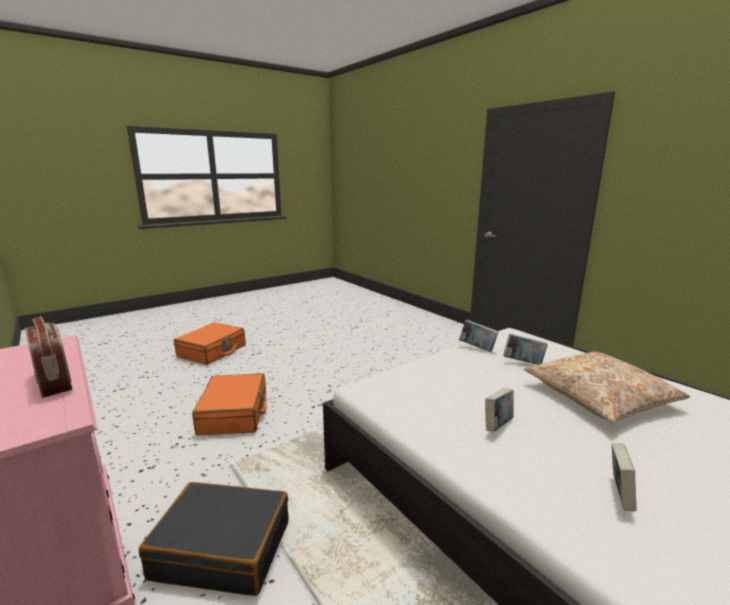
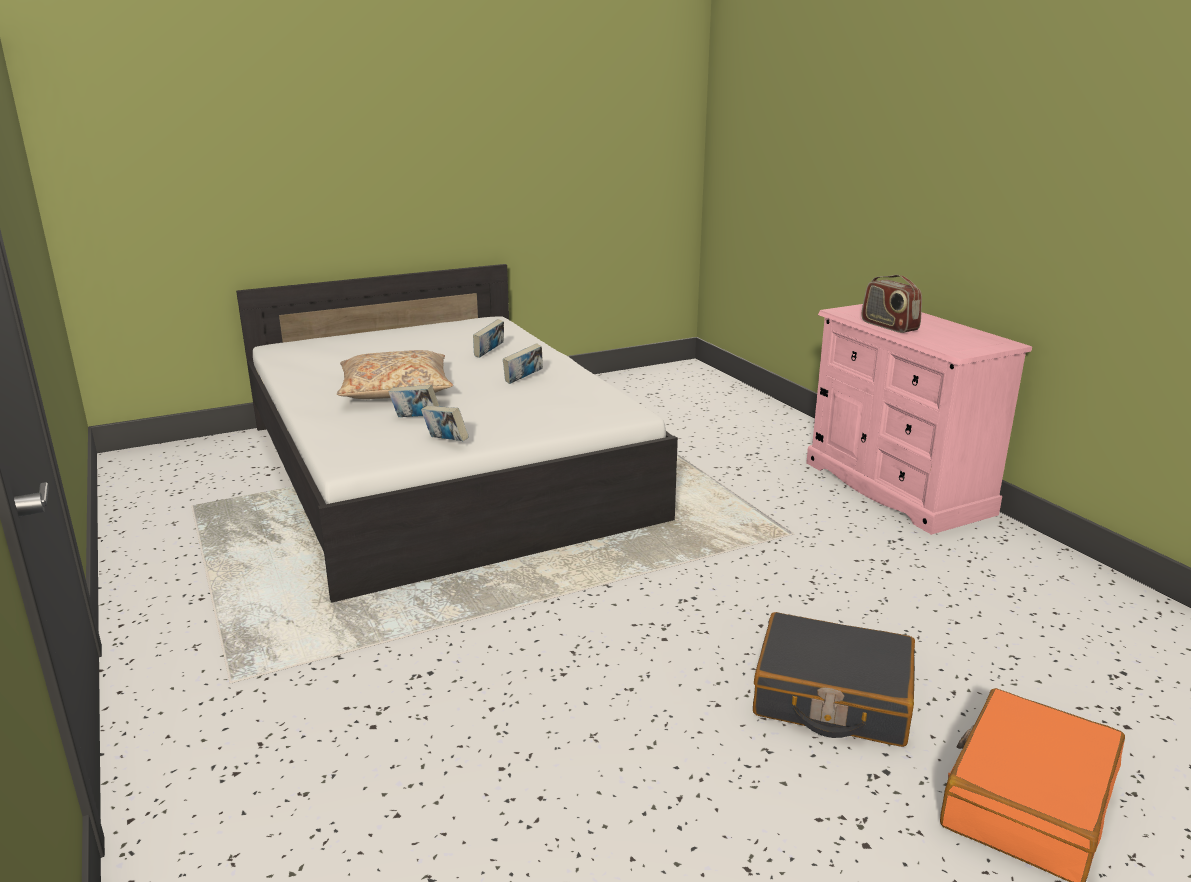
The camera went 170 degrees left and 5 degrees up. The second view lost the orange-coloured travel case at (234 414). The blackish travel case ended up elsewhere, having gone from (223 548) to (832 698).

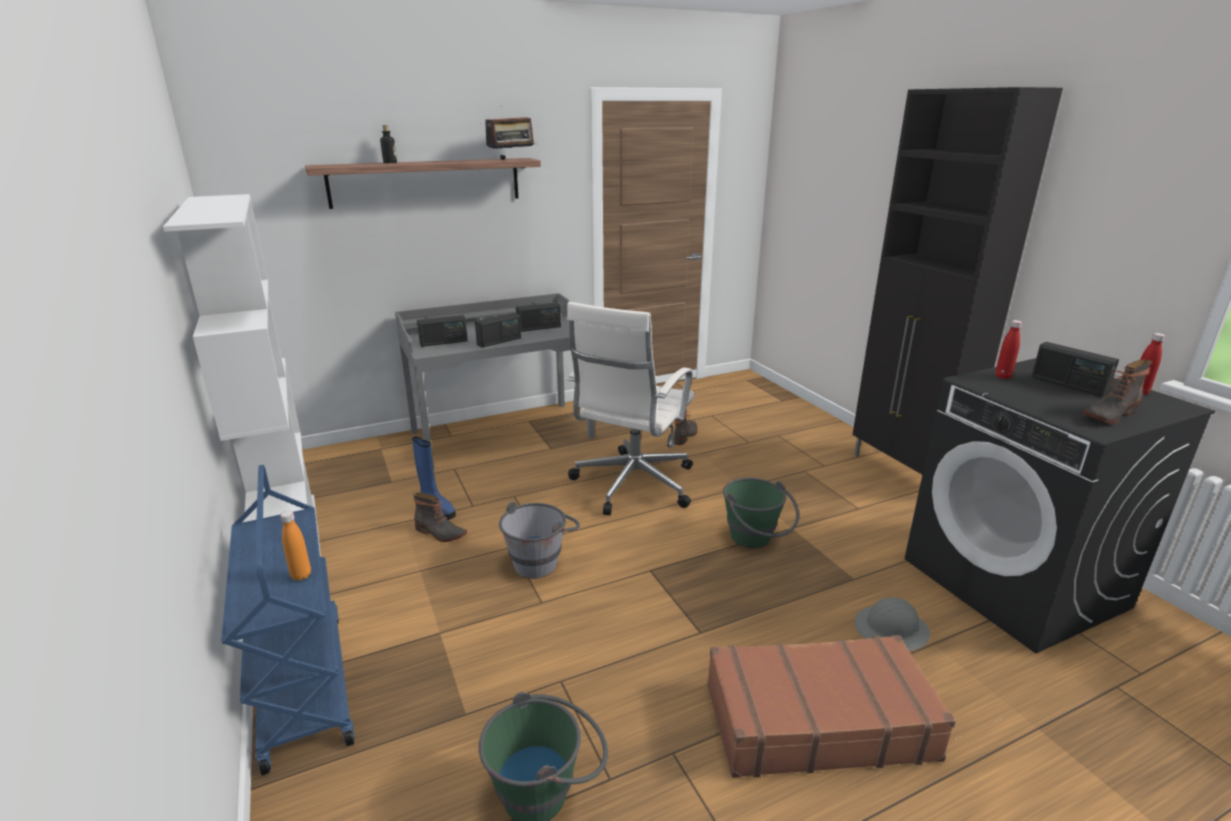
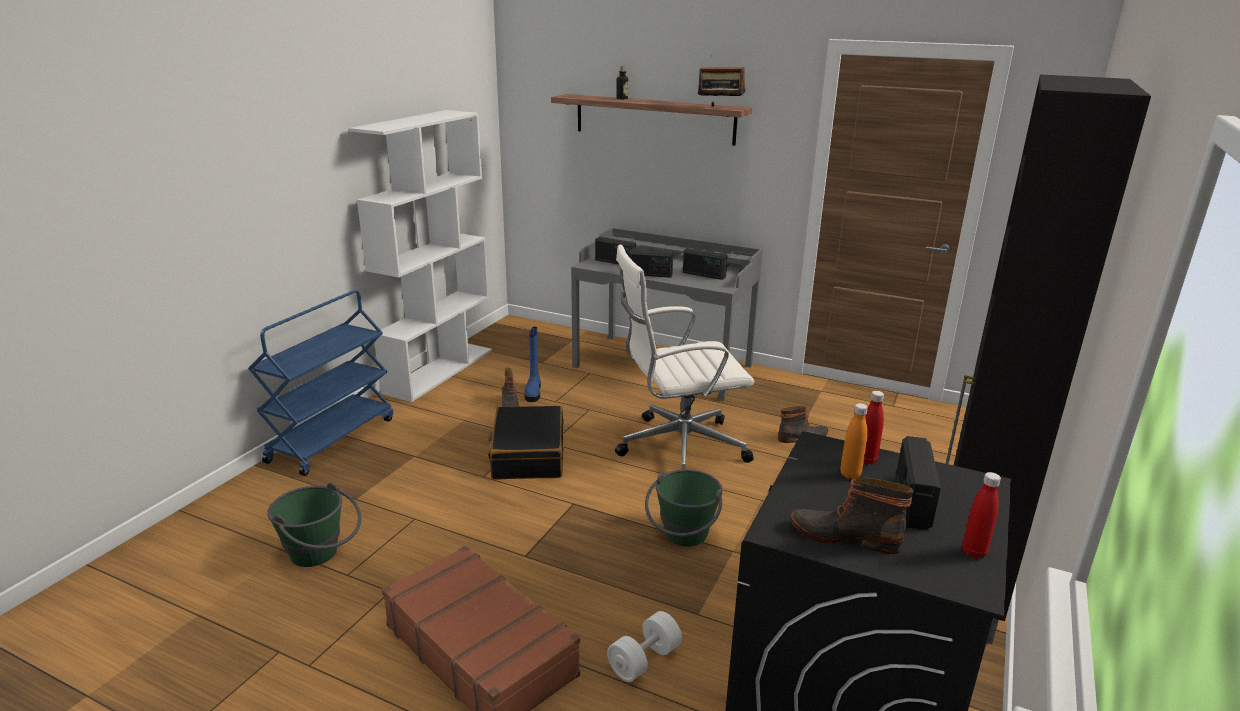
The camera went 50 degrees right and 0 degrees up. The orange-coloured bottle ended up elsewhere, having gone from (301 575) to (850 474). Where the gray pail stood at (541 560), the blackish travel case came to stand at (528 455). Where the gray safety helmet stood at (891 630), the white hand weight came to stand at (644 660).

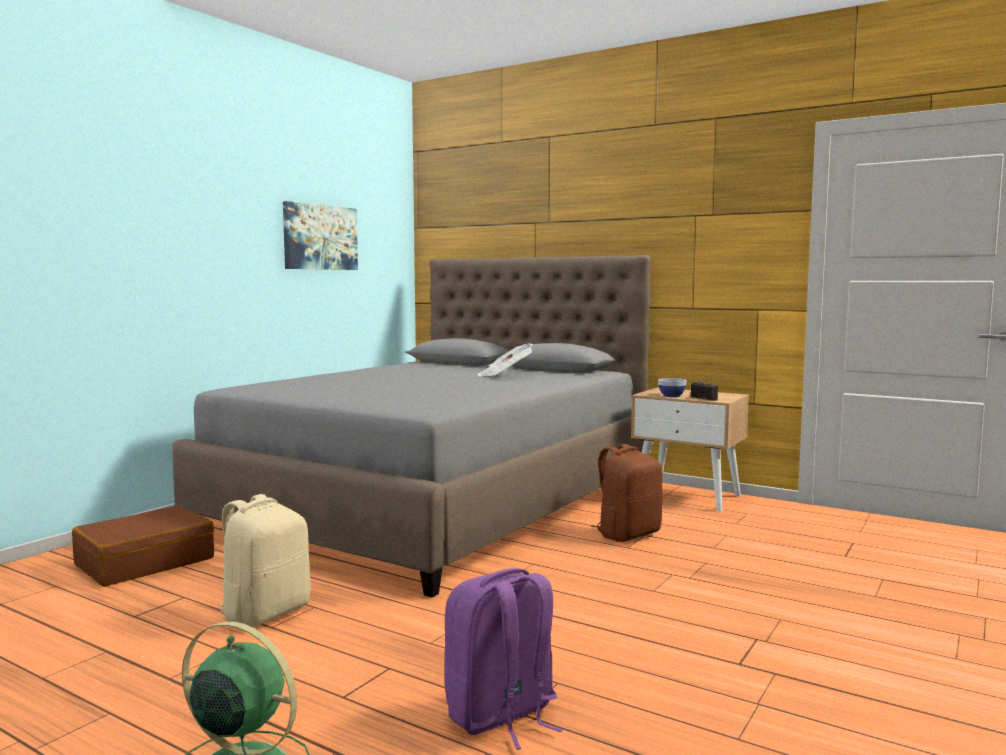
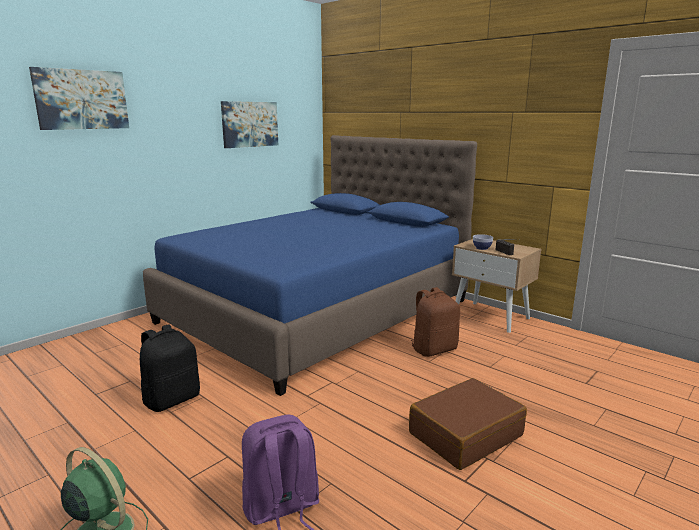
The camera went 10 degrees right and 10 degrees up. The second view lost the newspaper at (505 375). The second view gained the wall picture at (81 99). The brown-coloured travel case ended up elsewhere, having gone from (145 562) to (465 434). What was the gray sleeping bed at (437 503) turned into the blue-coloured sleeping bed at (317 311). What was the sand-coloured knapsack at (265 613) turned into the blackish knapsack at (172 399).

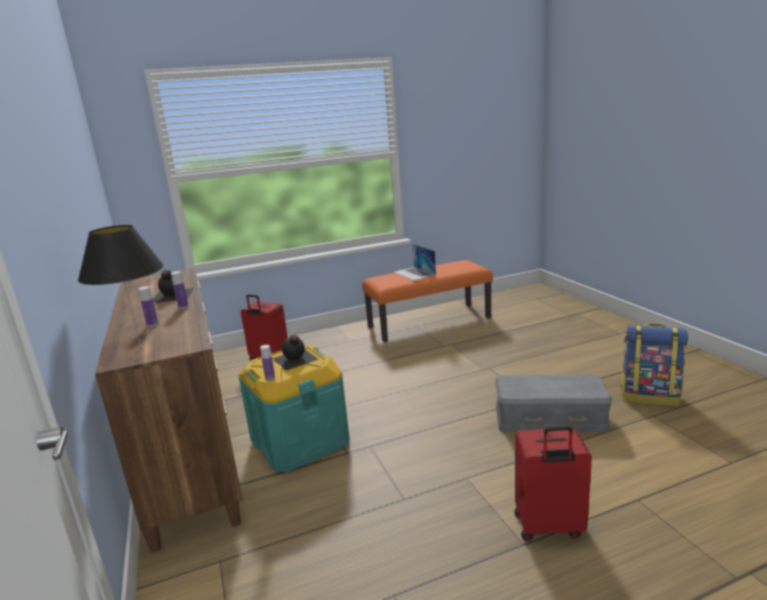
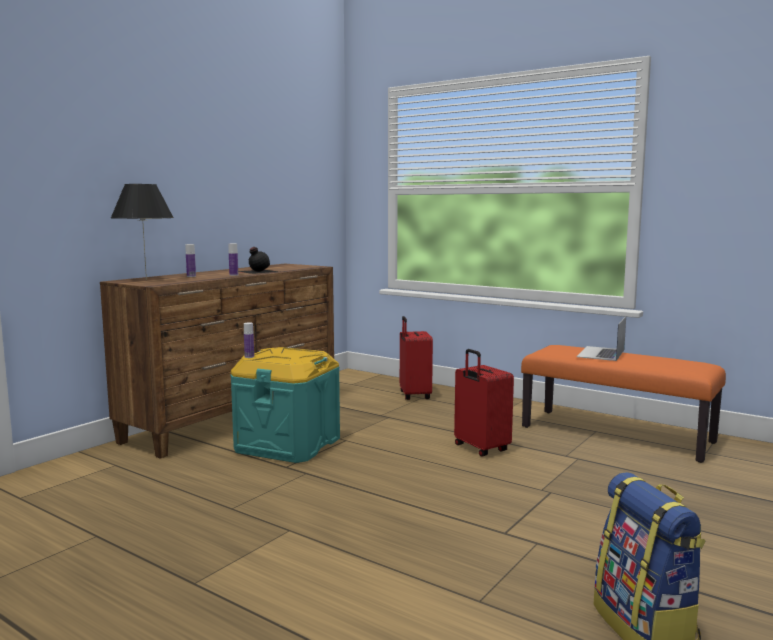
The camera went 55 degrees right and 10 degrees down. The second view lost the blackish bottle at (295 359). The second view lost the gray storage bin at (549 417). The reddish travel case ended up elsewhere, having gone from (548 527) to (480 448).

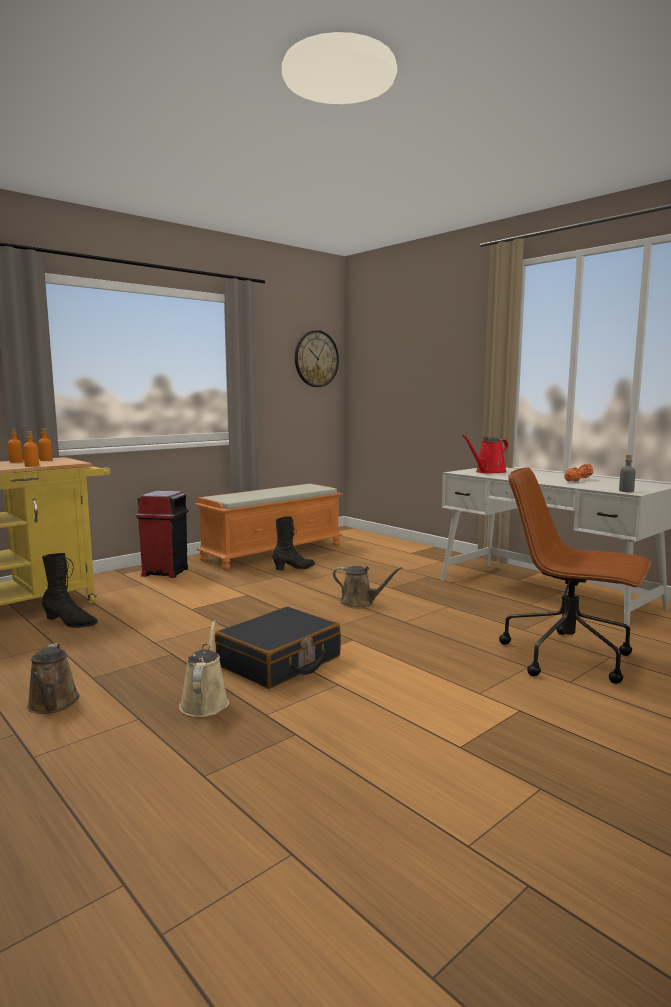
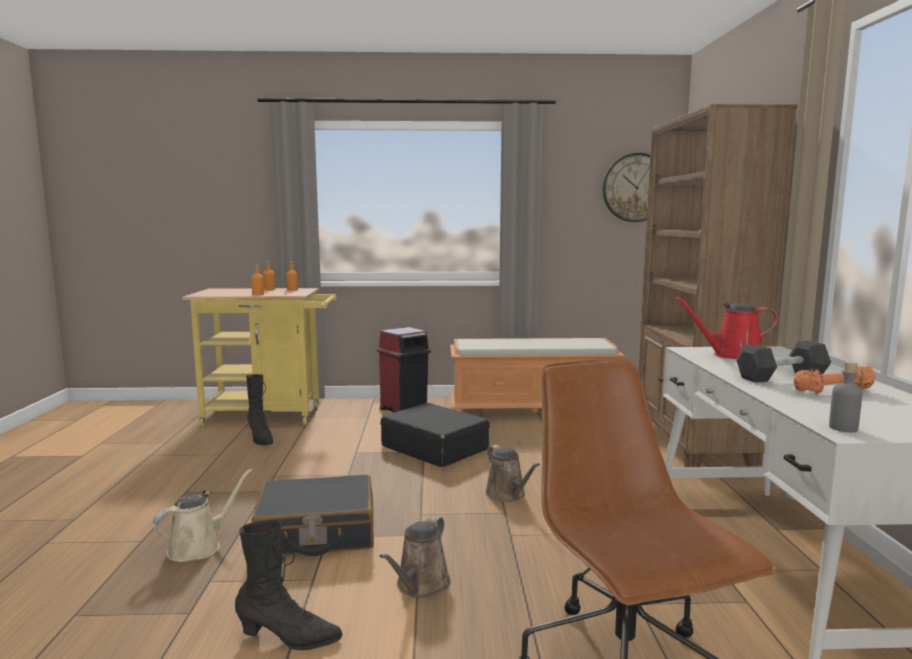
The camera went 40 degrees right and 0 degrees up. The second view gained the blackish travel case at (434 448). The second view gained the brown-coloured shelving unit at (692 445). The second view gained the gray hand weight at (781 377). The brown-coloured watering pot ended up elsewhere, having gone from (52 704) to (420 585). The blackish tall boot ended up elsewhere, having gone from (294 569) to (289 638).

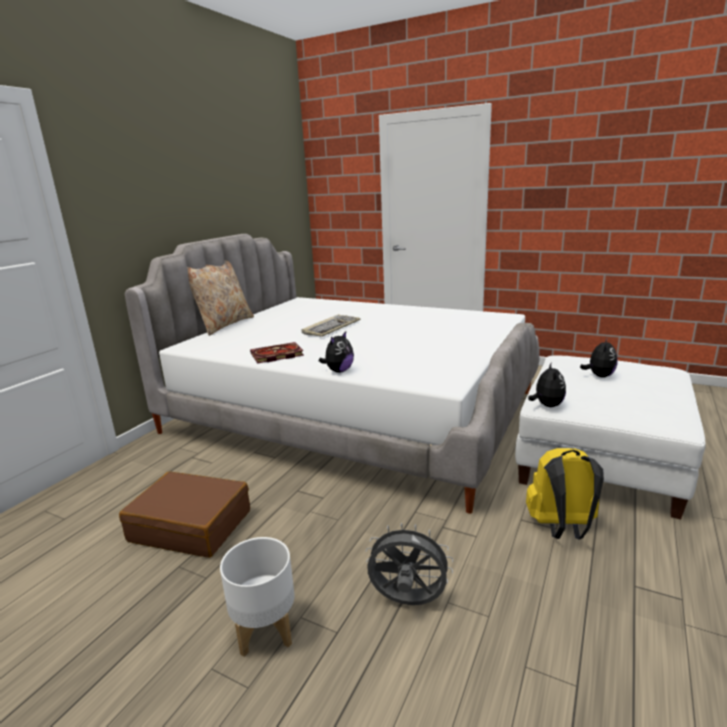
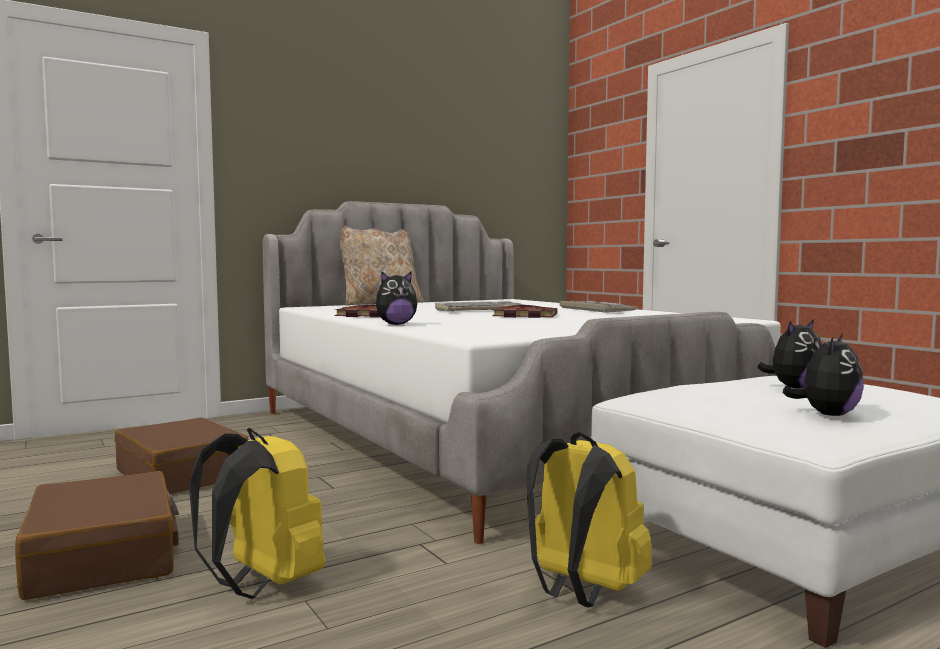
The camera went 30 degrees right and 15 degrees down. The second view gained the book at (523 315). The second view gained the computer keyboard at (595 310). The plush toy ended up elsewhere, having gone from (546 405) to (827 415). Where the white plant pot stood at (265 631), the brown-coloured travel case came to stand at (104 556). Where the gray cooling fan stood at (407 602), the yellowish knapsack came to stand at (263 584).

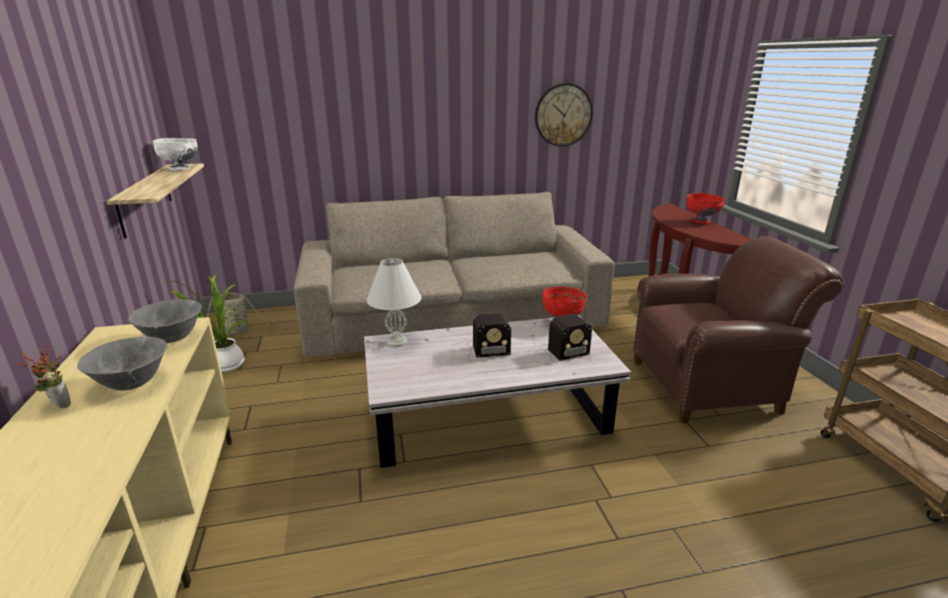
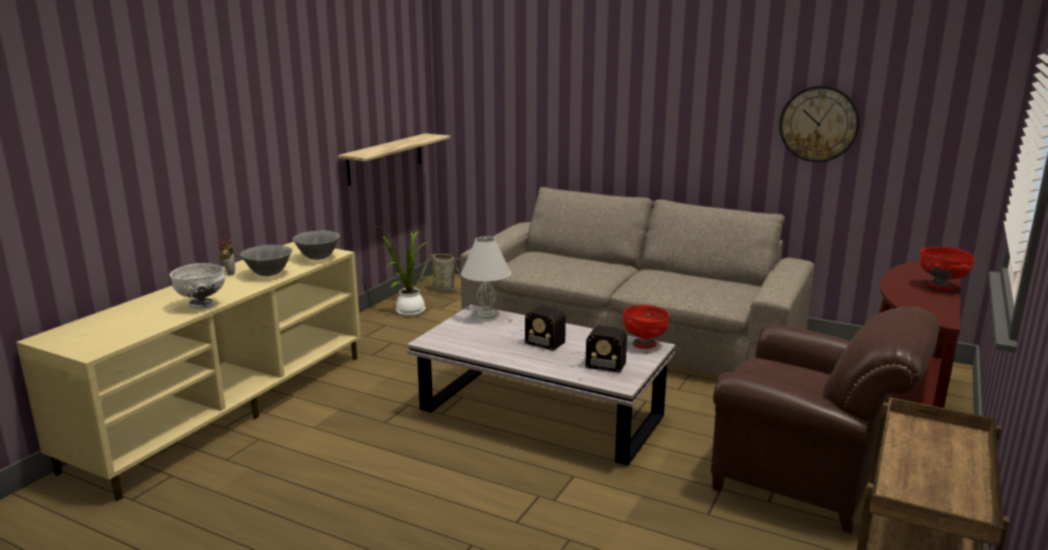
The camera went 40 degrees right and 5 degrees down. The white serving bowl ended up elsewhere, having gone from (180 169) to (201 305).

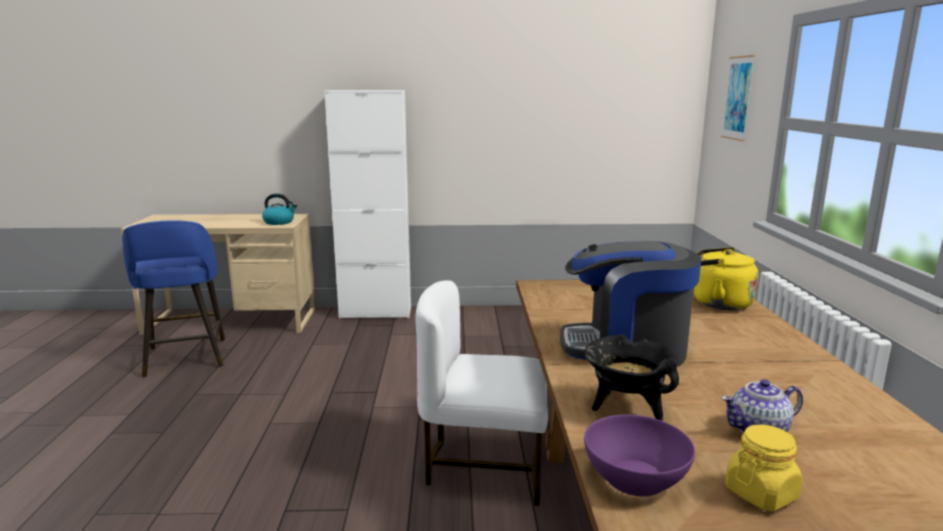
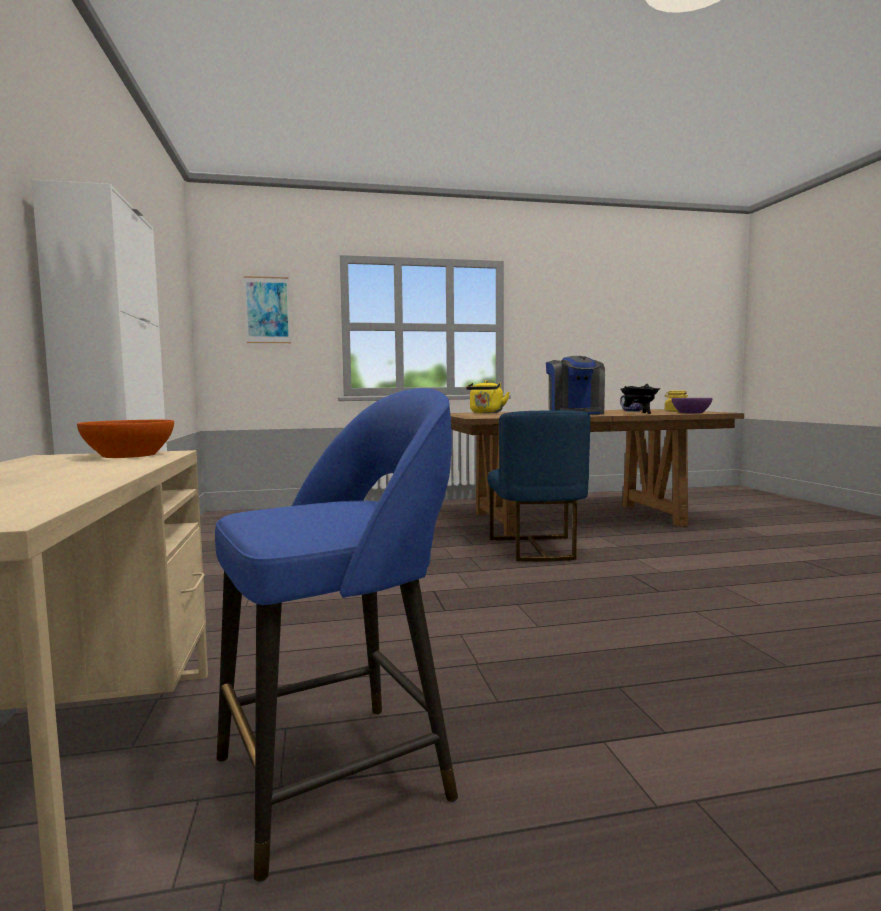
The camera went 100 degrees left and 10 degrees down. Where the water kettle stood at (279 222), the orange-coloured serving bowl came to stand at (128 455). What was the white chair at (485 466) turned into the blue-coloured chair at (536 548).

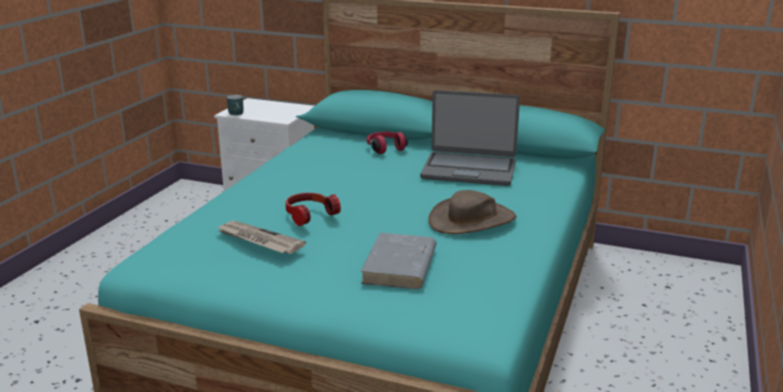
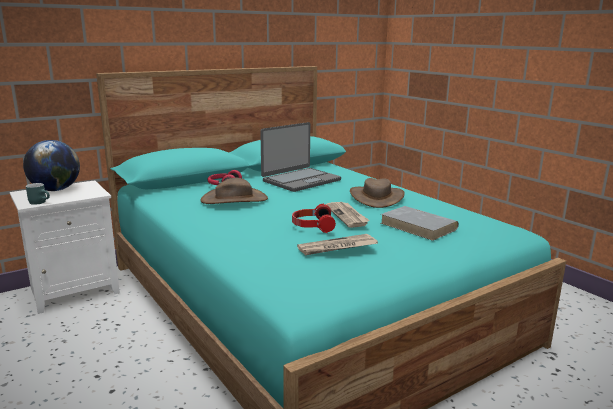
The camera went 55 degrees left and 5 degrees down. The second view gained the globe at (55 190). The second view gained the brown-coloured clothing hat at (234 199). The second view gained the newspaper at (347 216).

